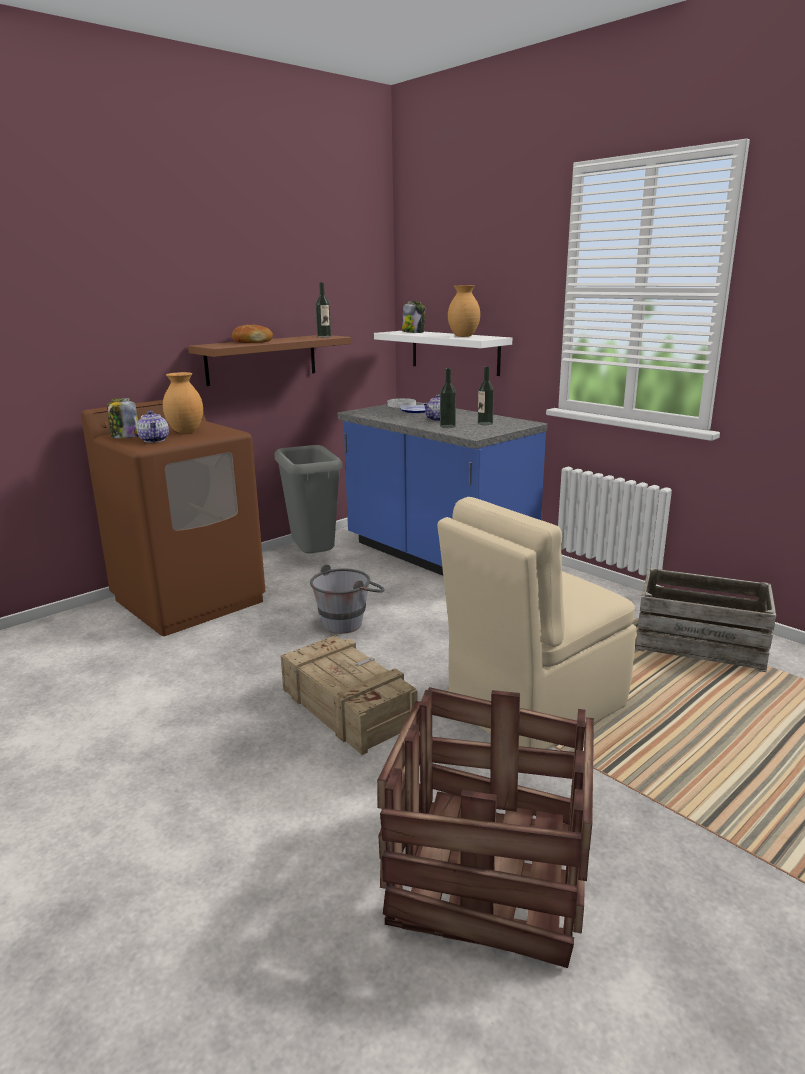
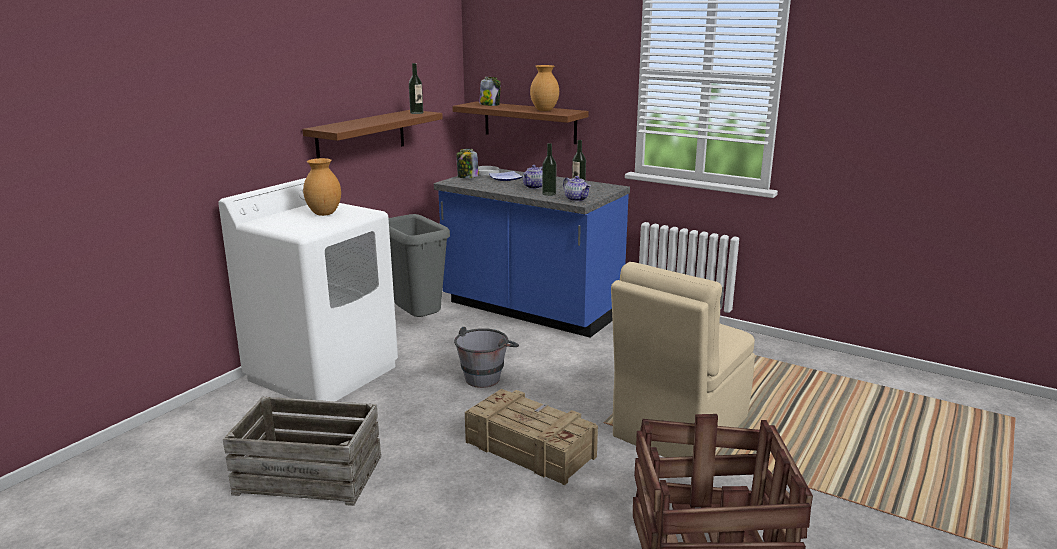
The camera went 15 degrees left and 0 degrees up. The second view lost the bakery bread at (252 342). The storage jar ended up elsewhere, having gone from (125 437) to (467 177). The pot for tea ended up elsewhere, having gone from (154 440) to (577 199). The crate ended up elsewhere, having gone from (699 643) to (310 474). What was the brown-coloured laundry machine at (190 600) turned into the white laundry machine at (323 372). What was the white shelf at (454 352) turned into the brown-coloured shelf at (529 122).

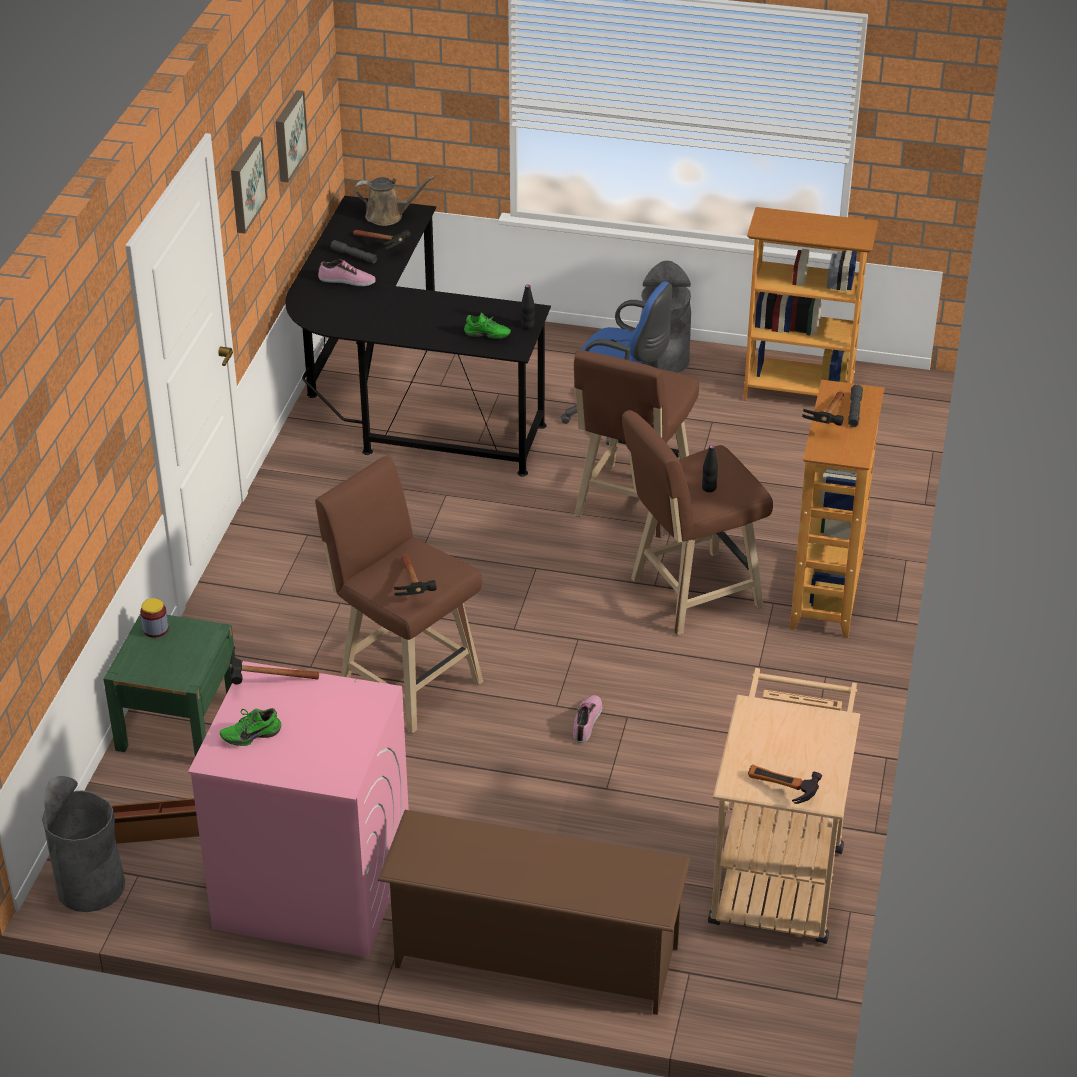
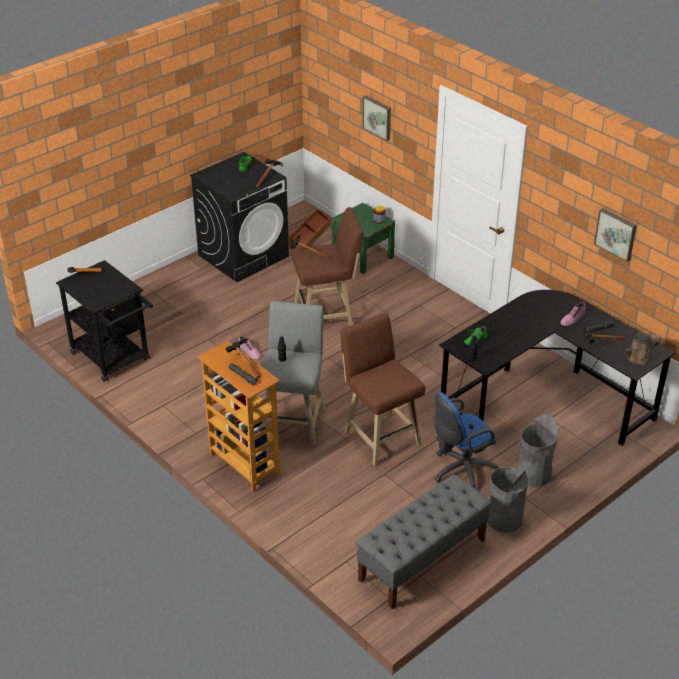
The camera went 125 degrees right and 0 degrees up. The second view lost the brown-coloured shoe rack at (534 957). The gray trash can ended up elsewhere, having gone from (91 886) to (533 474). The wall picture ended up elsewhere, having gone from (245 184) to (378 117). Where the shelving unit stood at (798 392), the gray indoor bench came to stand at (422 560). What was the pinkish laundry machine at (311 886) turned into the blackish laundry machine at (243 255). What was the brown-coloured sitting stool at (689 595) turned into the gray sitting stool at (293 420). What was the sand-coloured trolley at (778 874) turned into the blackish trolley at (114 359). The brown-coloured watering pot at (388 216) ended up facing another way, 45 degrees clockwise from before.

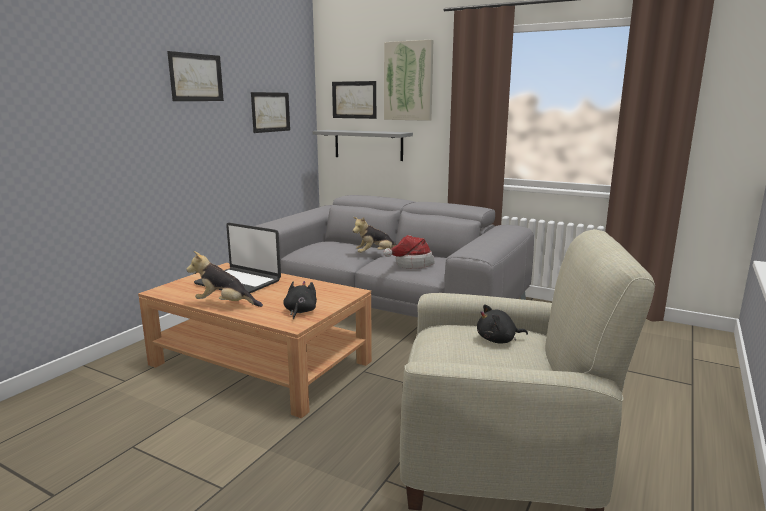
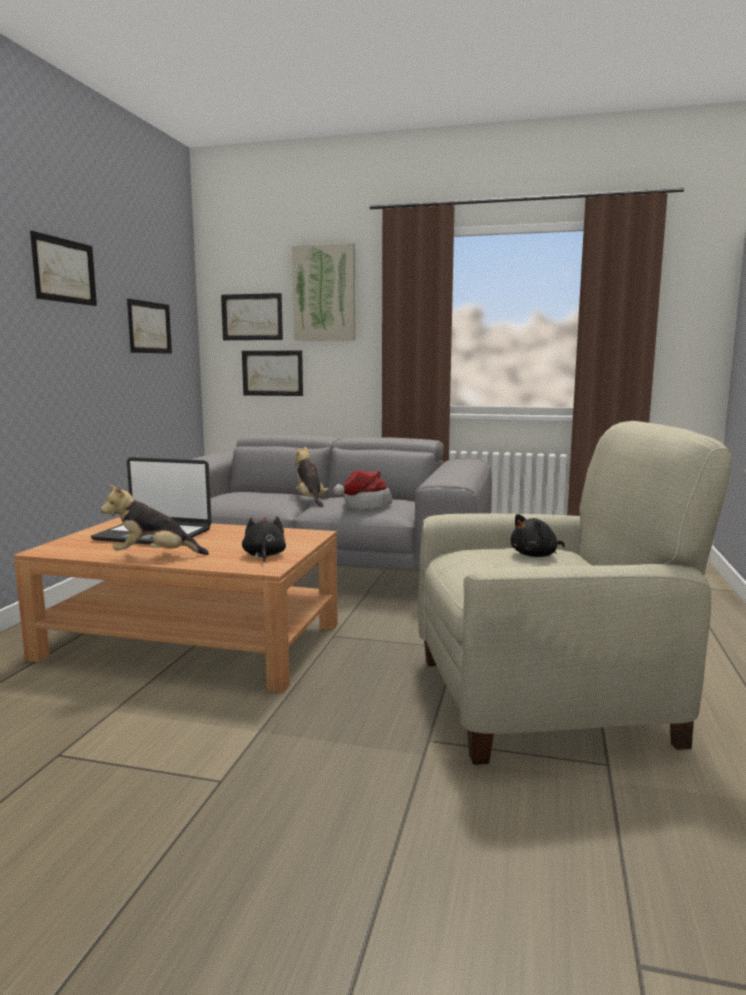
The camera went 15 degrees left and 5 degrees down. Where the gray shelf hung at (368 145), the wall picture came to hang at (272 373). The plush toy at (375 254) ended up facing another way, 105 degrees clockwise from before.

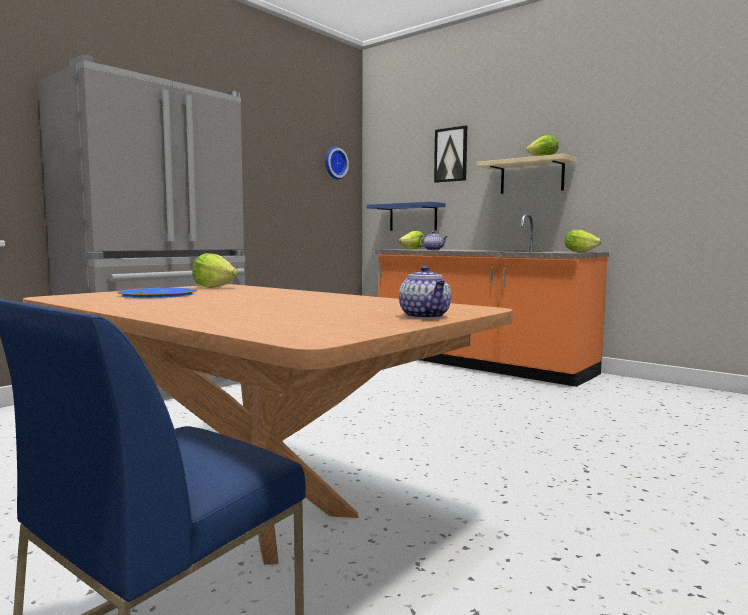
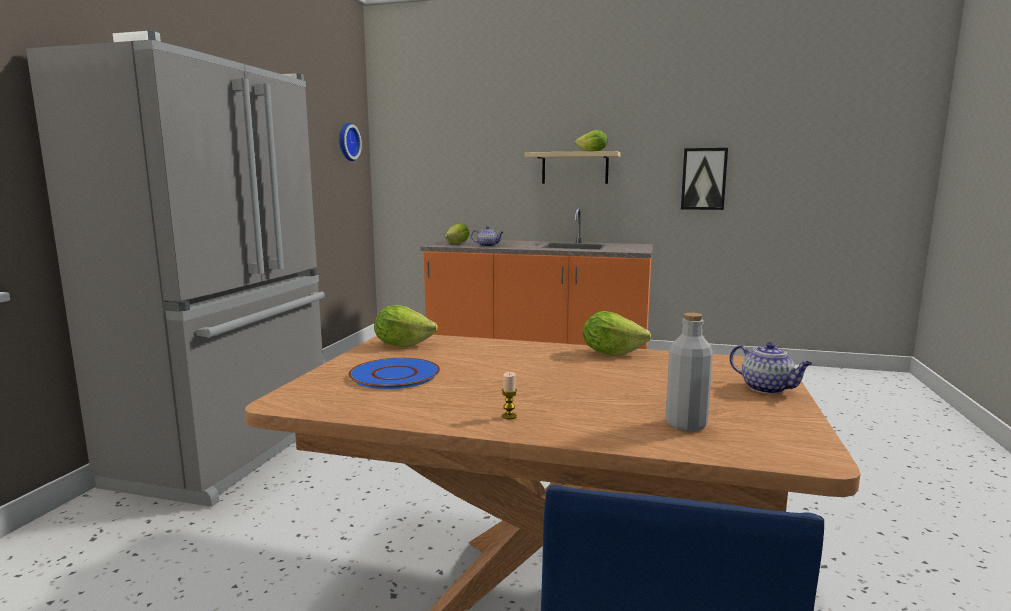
The camera went 25 degrees left and 5 degrees up. The second view lost the blue-coloured shelf at (413 217). The second view gained the candle at (509 416). The second view gained the gray bottle at (686 424). The wall picture ended up elsewhere, having gone from (451 155) to (703 179). The head of lettuce ended up elsewhere, having gone from (580 252) to (611 353).

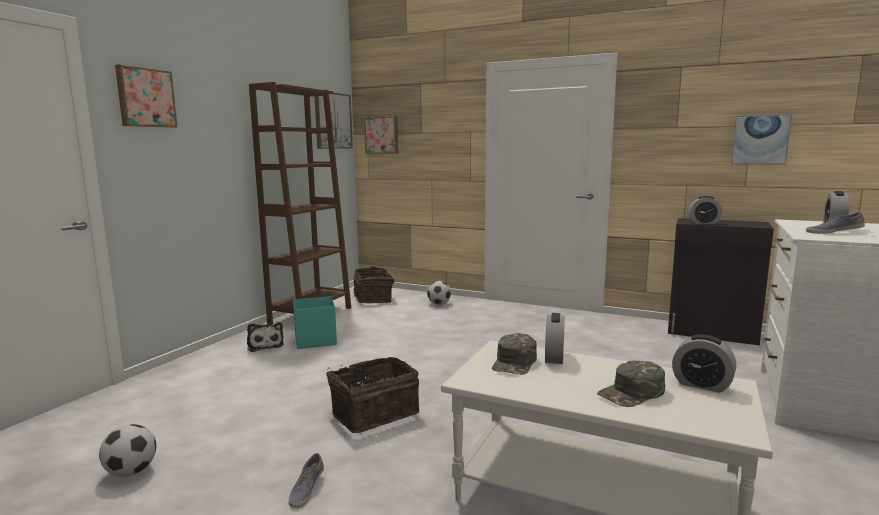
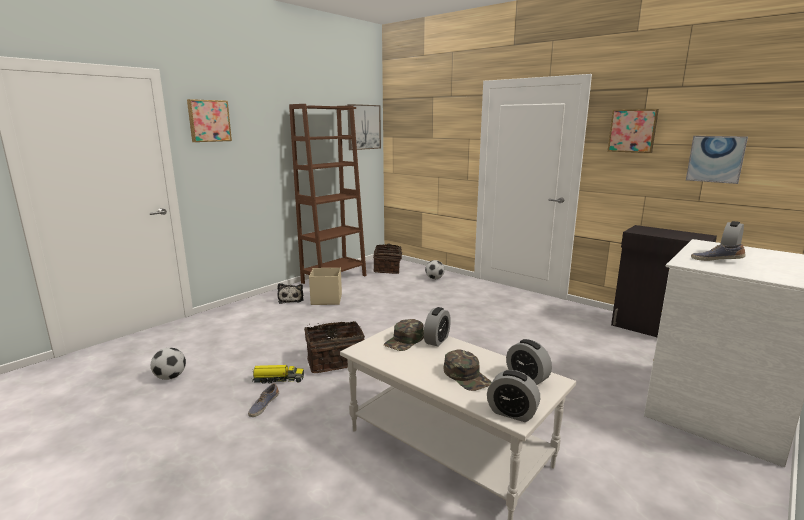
The camera went 15 degrees right and 5 degrees up. The second view gained the toy lorry at (278 379). The wall picture ended up elsewhere, having gone from (382 135) to (632 131). The bedside clock ended up elsewhere, having gone from (703 223) to (512 413). What was the blue-green storage bin at (314 341) turned into the sand-coloured storage bin at (326 300). The greenish cap at (632 393) ended up facing another way, 105 degrees counterclockwise from before.

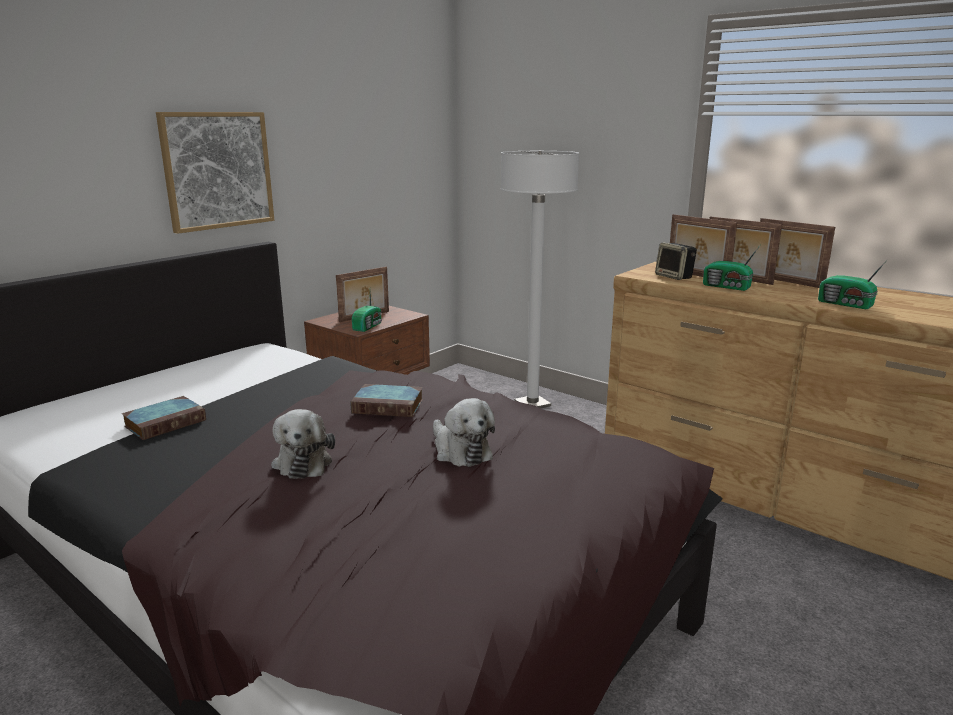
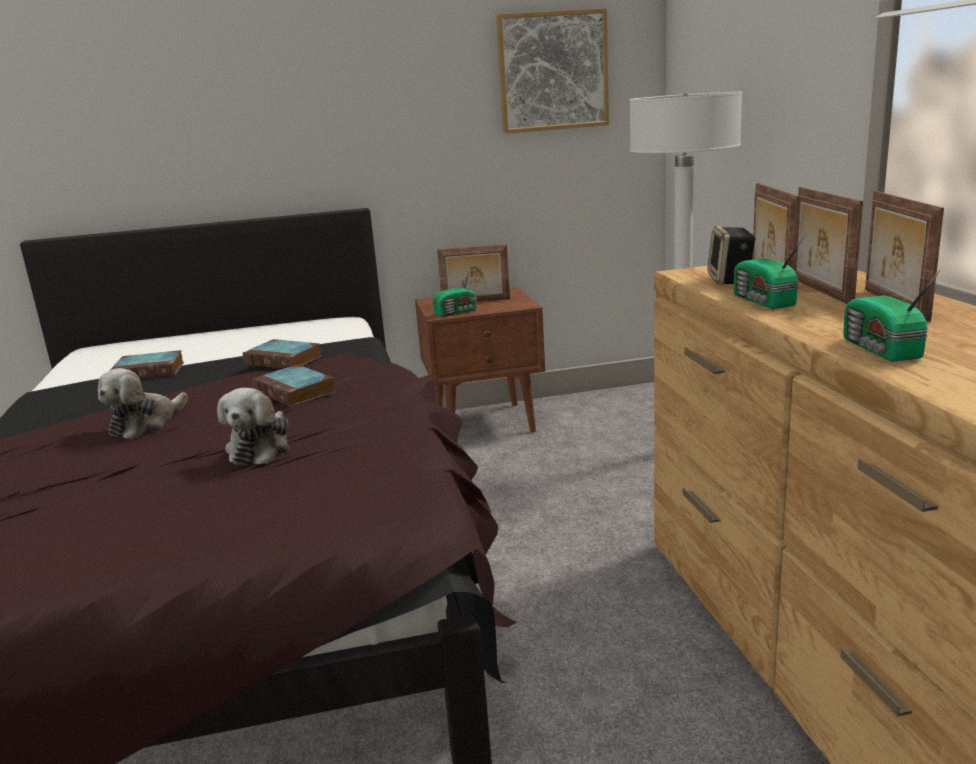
The camera went 40 degrees right and 0 degrees up. The second view gained the book at (285 360). The wall picture ended up elsewhere, having gone from (217 170) to (553 71).

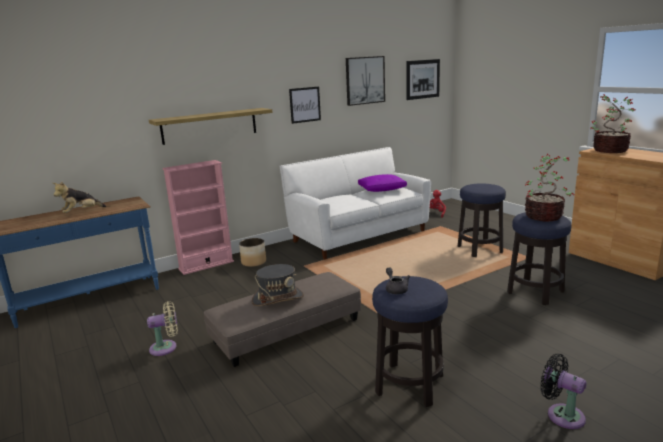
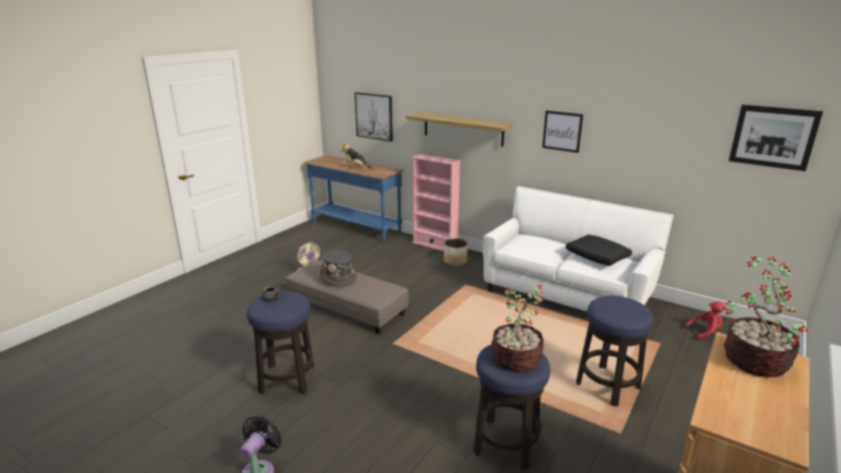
The camera went 65 degrees right and 5 degrees up. The wall picture ended up elsewhere, having gone from (365 80) to (374 116). What was the purplish pillow at (382 189) turned into the blackish pillow at (597 257).

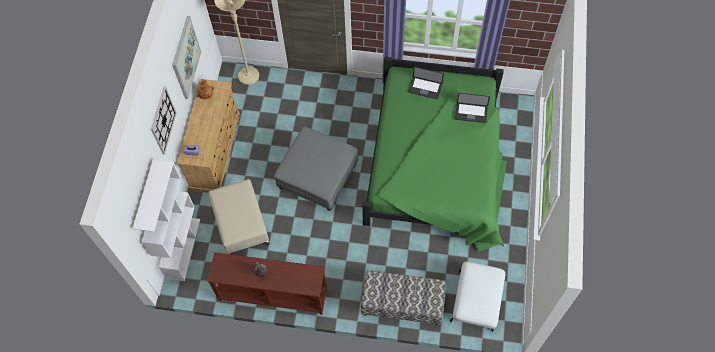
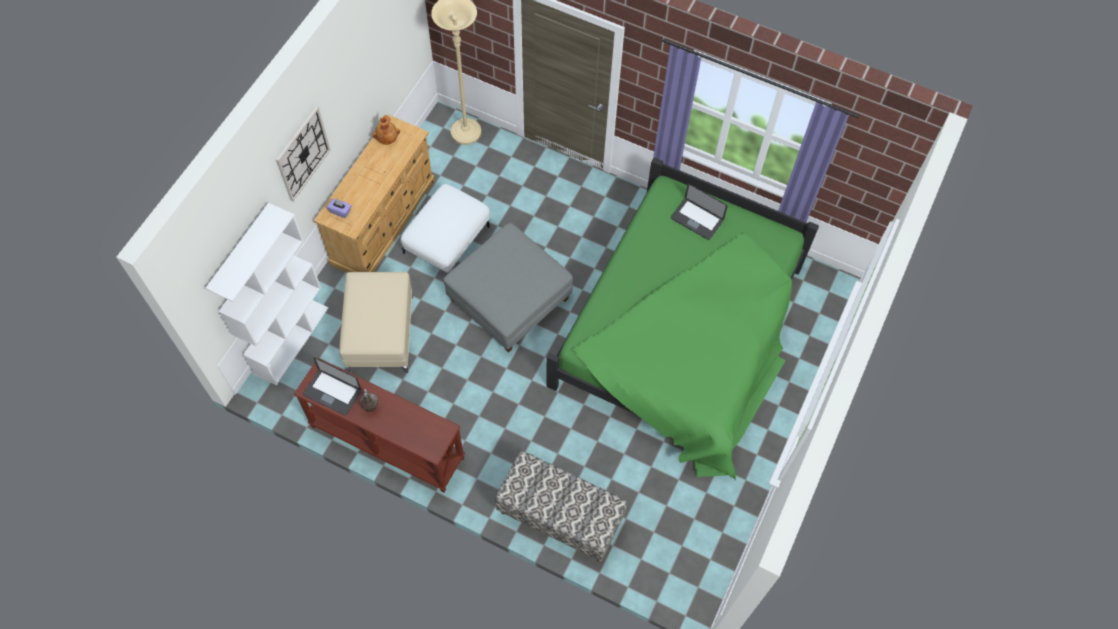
The camera went 15 degrees right and 0 degrees up. The second view lost the wall picture at (186 58). The white ottoman ended up elsewhere, having gone from (476 301) to (447 241). The laptop ended up elsewhere, having gone from (471 113) to (332 393).

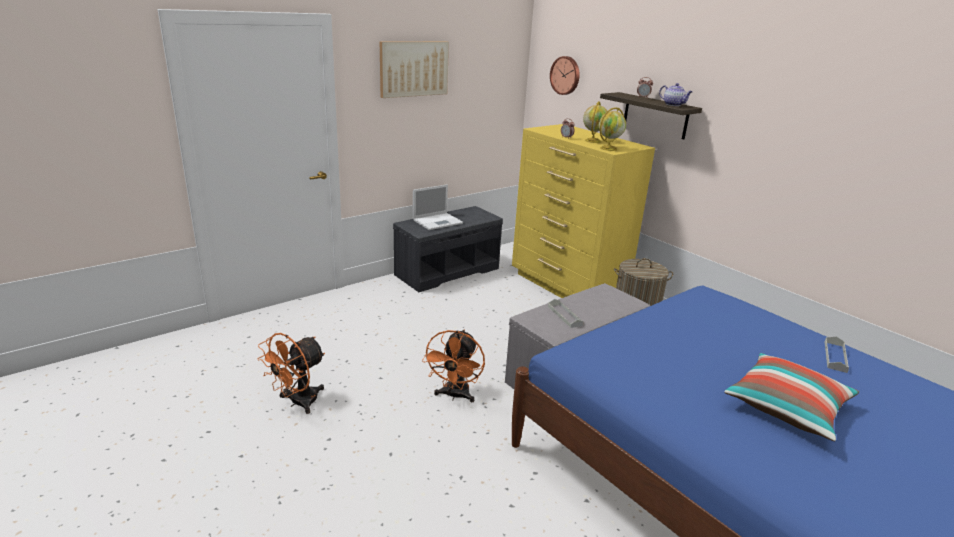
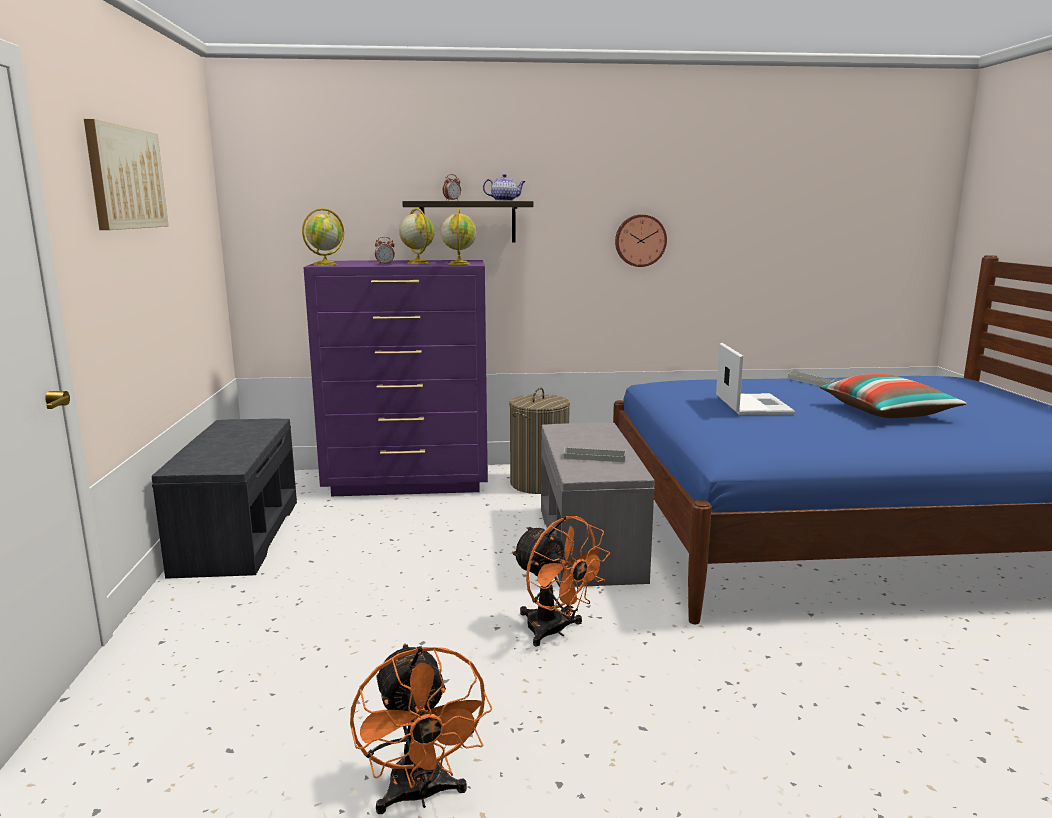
The camera went 55 degrees left and 10 degrees down. The second view gained the globe at (326 264). The laptop ended up elsewhere, having gone from (438 221) to (752 405). The wall clock ended up elsewhere, having gone from (565 75) to (640 240). What was the yellowish chest of drawers at (566 287) turned into the purplish chest of drawers at (409 482).

